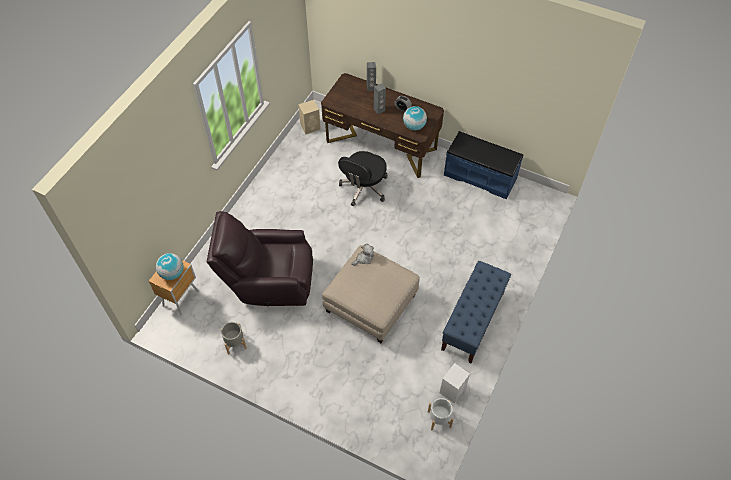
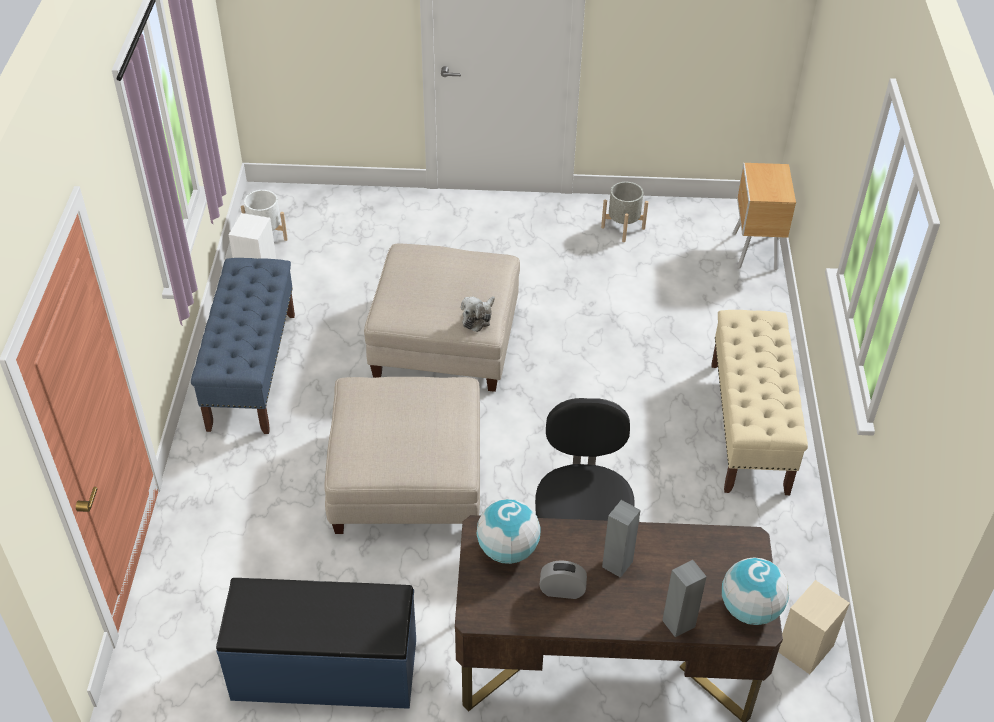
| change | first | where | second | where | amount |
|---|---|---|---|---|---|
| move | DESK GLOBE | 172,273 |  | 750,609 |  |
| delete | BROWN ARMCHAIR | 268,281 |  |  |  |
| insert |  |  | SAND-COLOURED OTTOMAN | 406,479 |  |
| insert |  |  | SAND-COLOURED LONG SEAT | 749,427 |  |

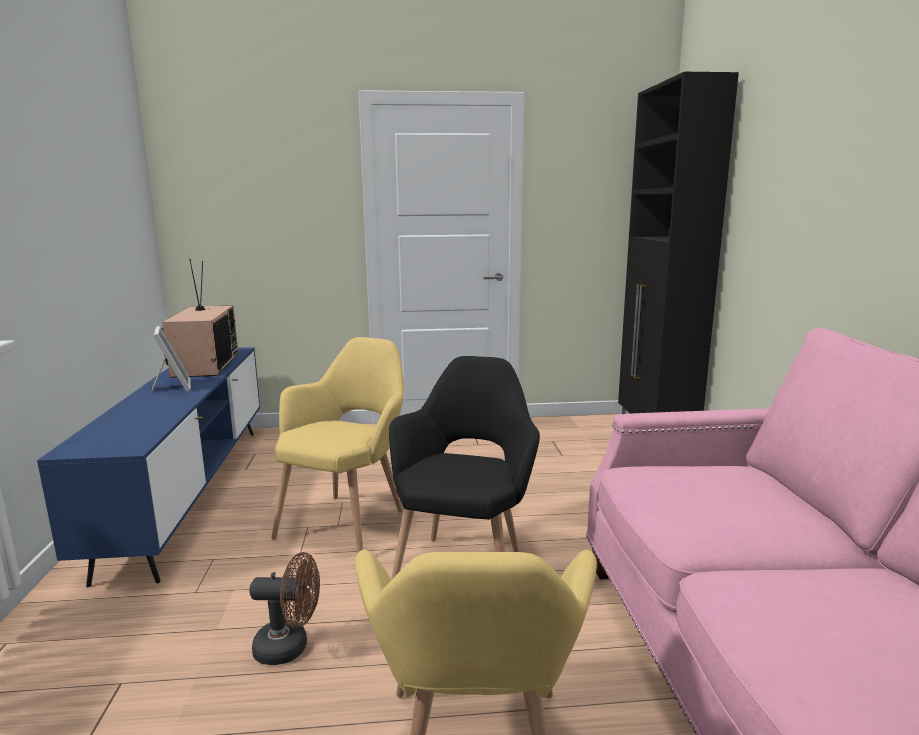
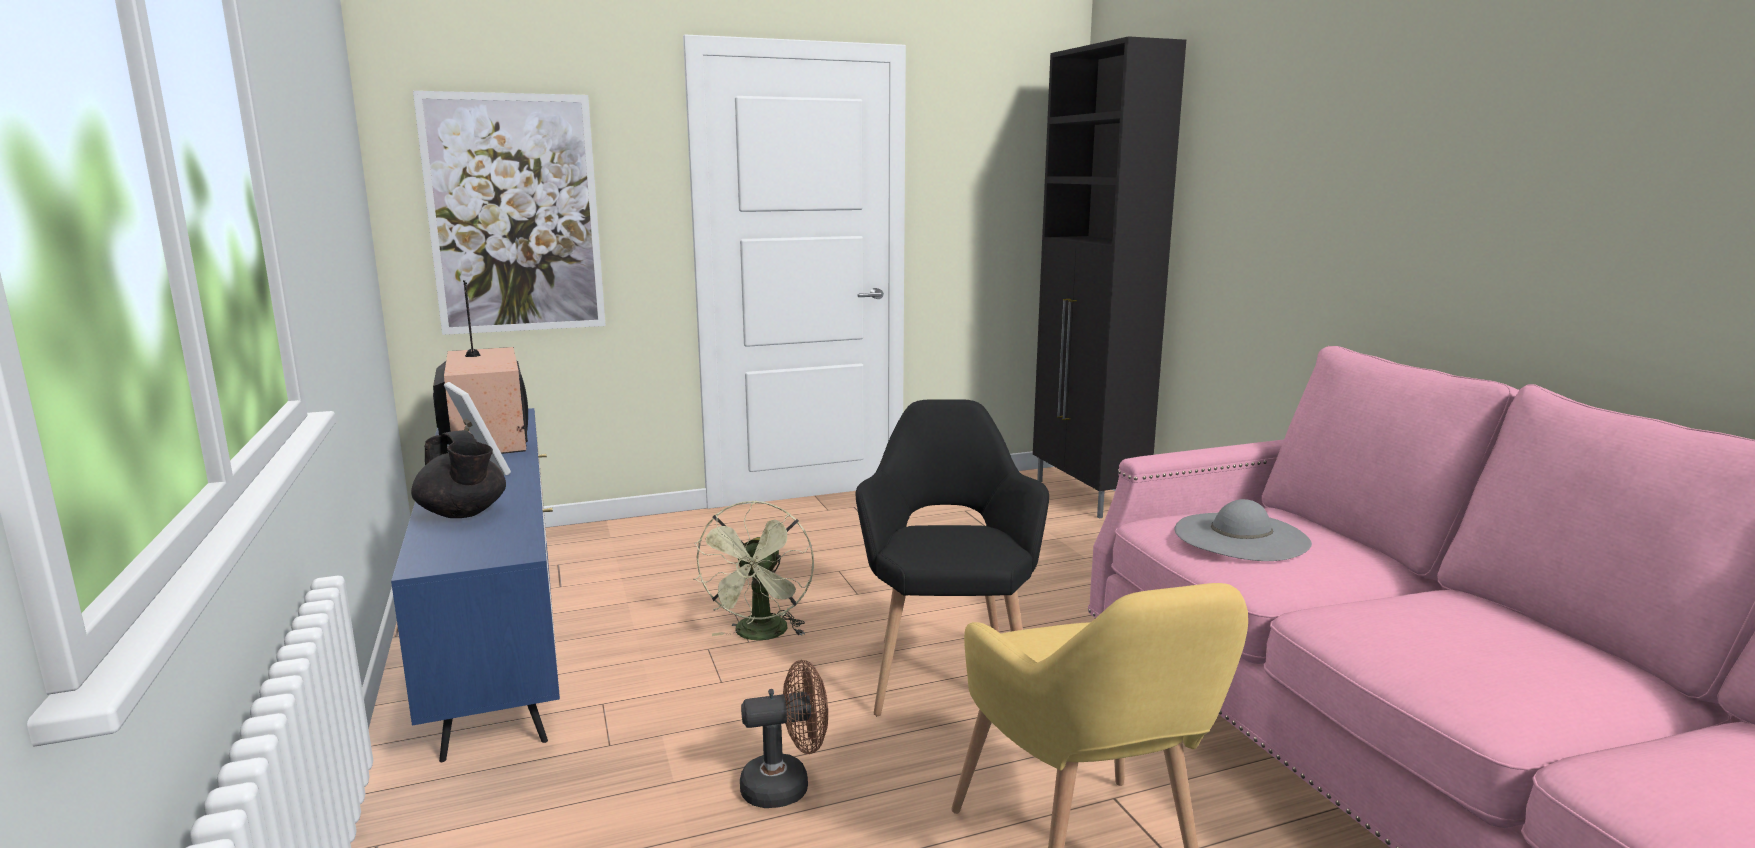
| change | first | where | second | where | amount |
|---|---|---|---|---|---|
| replace | YELLOWISH ARMCHAIR | 349,521 | GREEN-COLOURED ELECTRIC FAN | 760,635 |  |
| insert |  |  | BLACKISH TEAPOT | 463,514 |  |
| insert |  |  | WALL ART | 514,215 |  |
| insert |  |  | GREYISH HAT | 1241,536 |  |

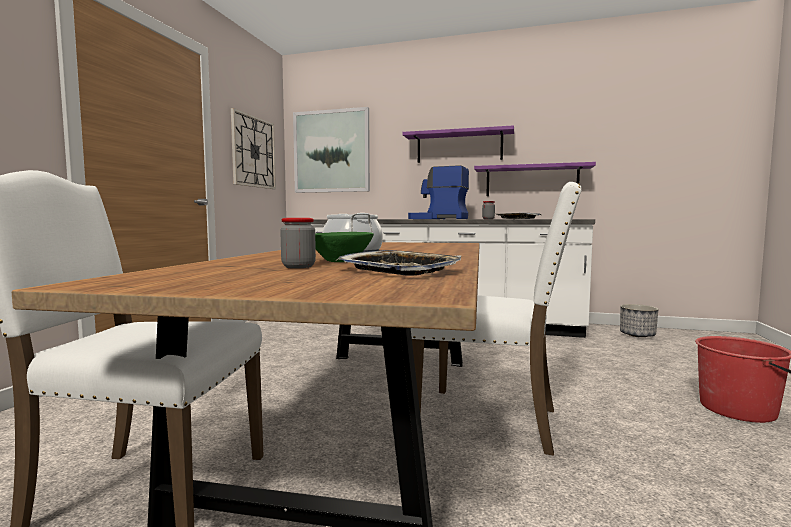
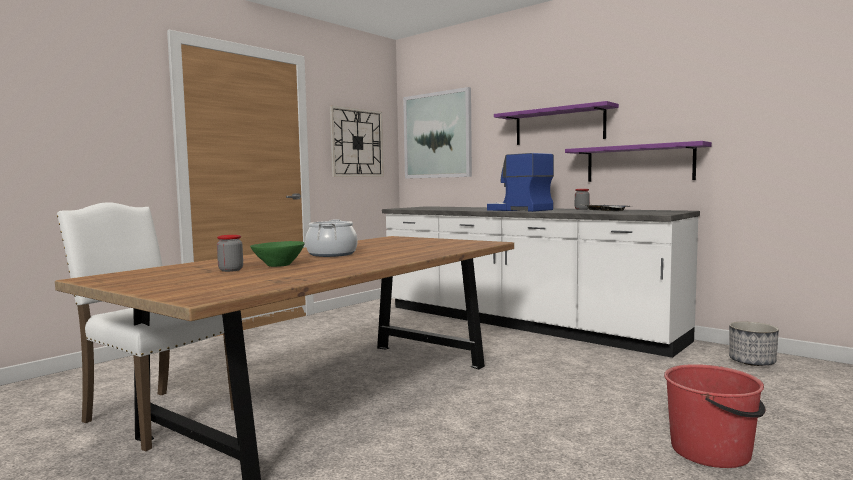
| change | first | where | second | where | amount |
|---|---|---|---|---|---|
| delete | TRAY | 399,270 |  |  |  |
| delete | WHITE-COLOURED PLAIN CHAIR | 491,420 |  |  |  |

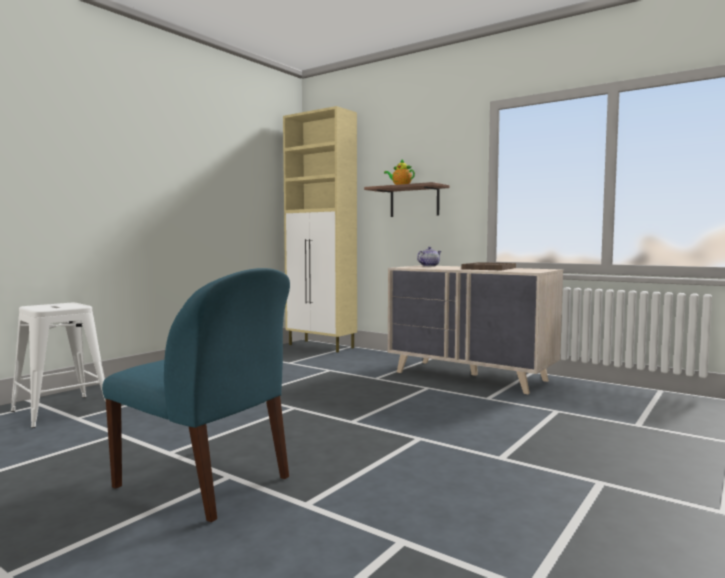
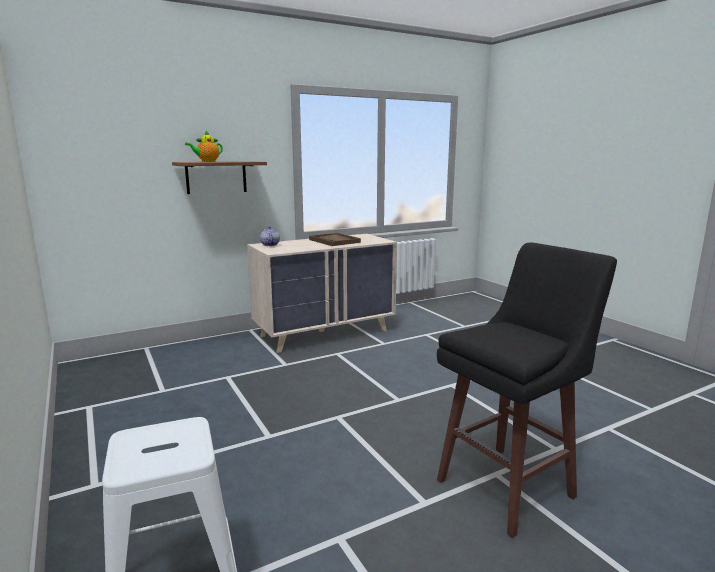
| change | first | where | second | where | amount |
|---|---|---|---|---|---|
| replace | BLUE-COLOURED PLAIN CHAIR | 205,483 | BLACKISH STOOL SEAT | 509,487 |  |
| delete | SAND-COLOURED CUPBOARD | 321,346 |  |  |  |

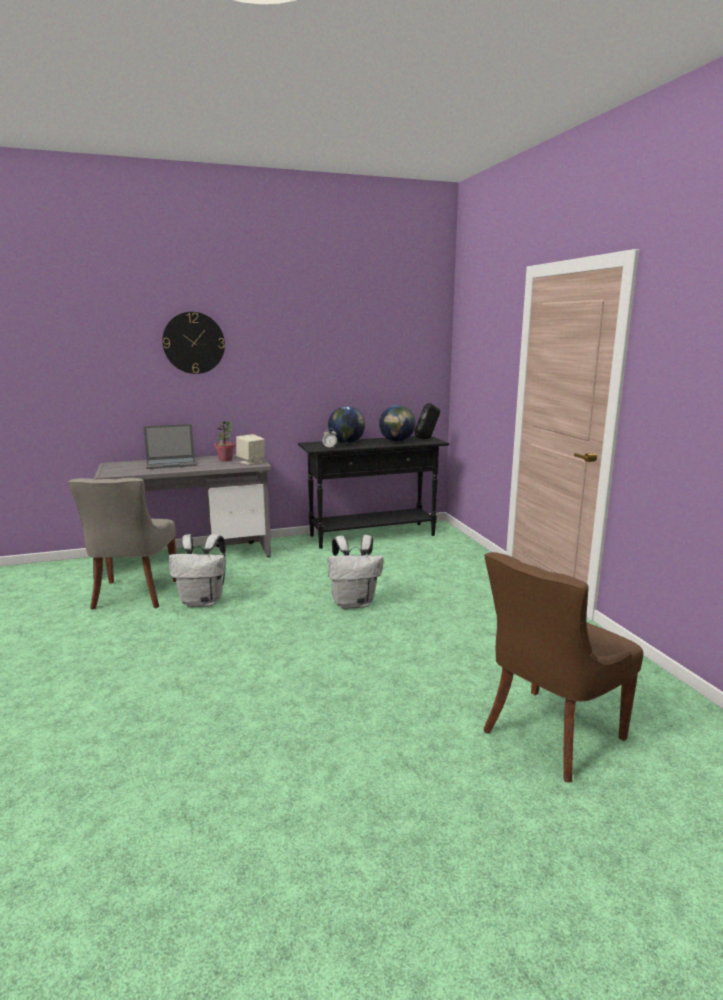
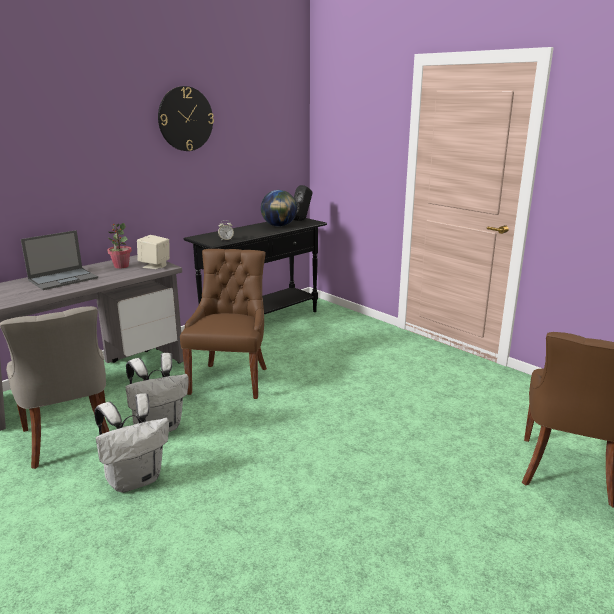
| change | first | where | second | where | amount |
|---|---|---|---|---|---|
| move | HANGING CLOCK | 194,343 |  | 185,119 |  |
| delete | DESK GLOBE | 347,443 |  |  |  |
| move | WHITE-COLOURED KNAPSACK | 354,603 |  | 136,479 |  |
| insert |  |  | BROWN PLAIN CHAIR | 231,380 |  |

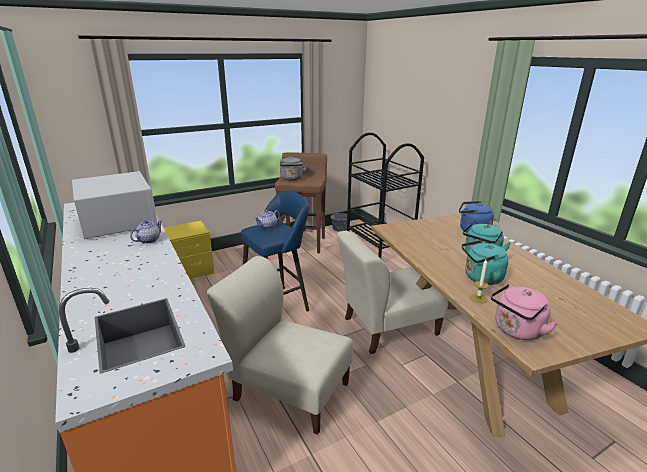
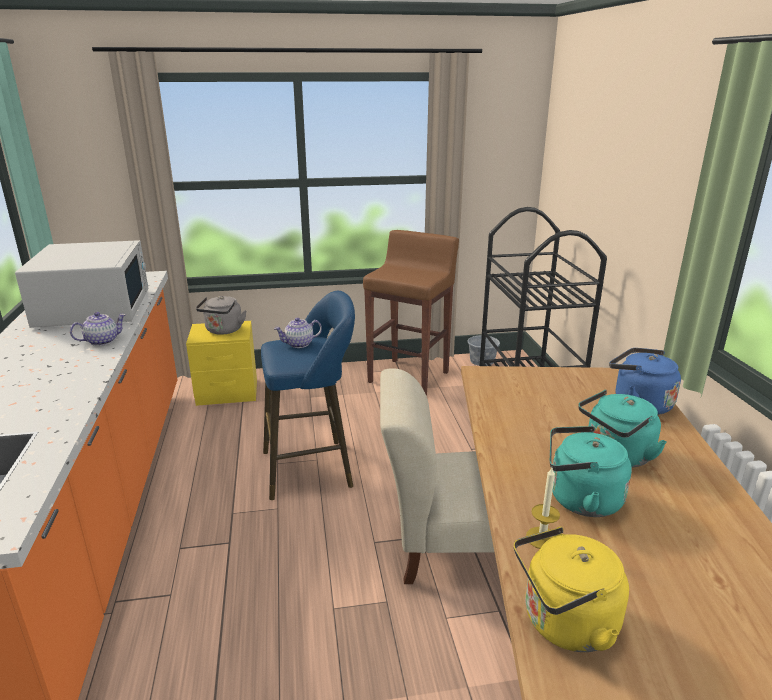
| change | first | where | second | where | amount |
|---|---|---|---|---|---|
| delete | SAND-COLOURED PLAIN CHAIR | 287,389 |  |  |  |
| move | GREYISH KETTLE | 292,179 |  | 223,331 |  |
| recolor | PINK KETTLE | 516,331 | YELLOWISH KETTLE | 564,624 |  |

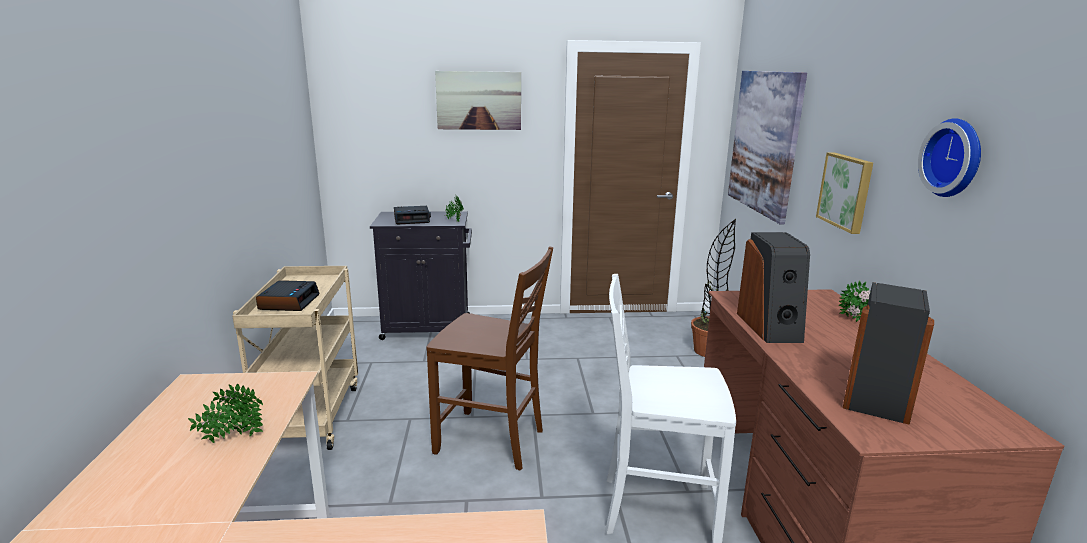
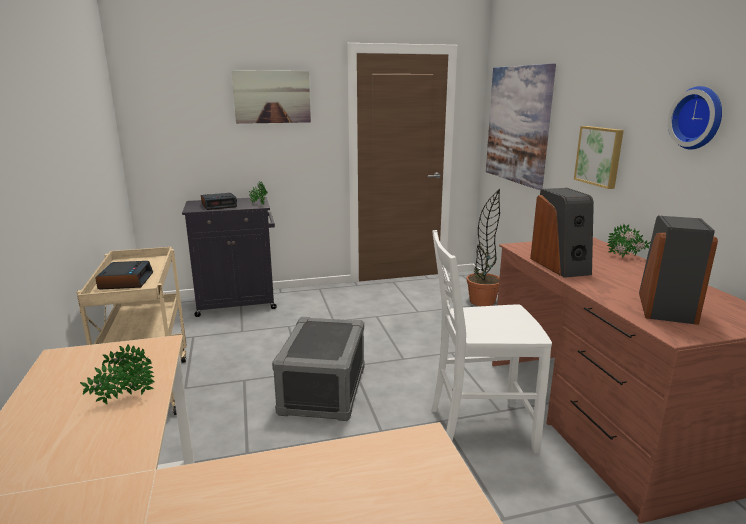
| change | first | where | second | where | amount |
|---|---|---|---|---|---|
| replace | BROWN PLAIN CHAIR | 492,441 | GREYISH STORAGE BOX | 324,390 |  |

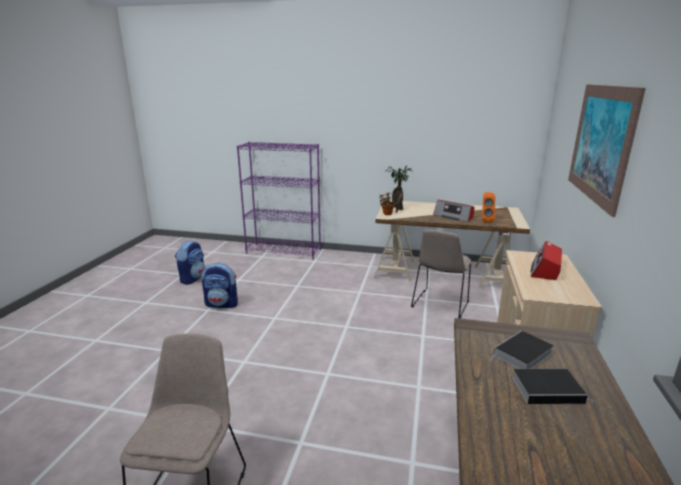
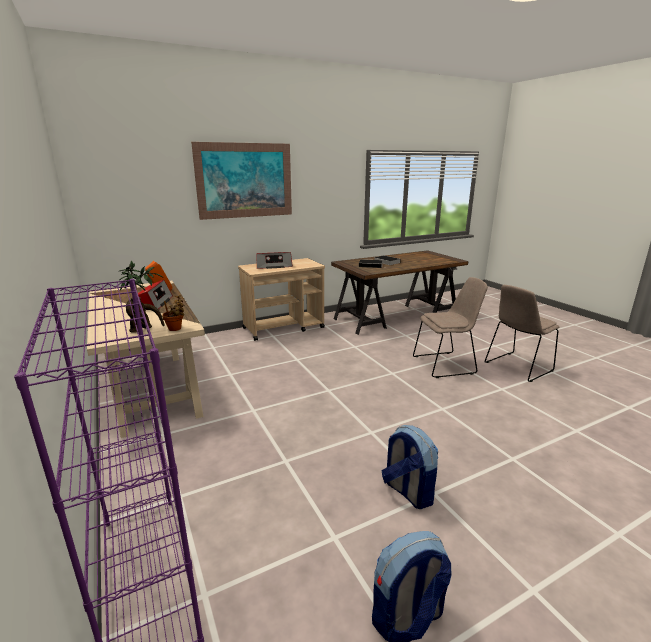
| change | first | where | second | where | amount |
|---|---|---|---|---|---|
| move | SAND-COLOURED PLAIN CHAIR | 440,305 |  | 445,364 |  |

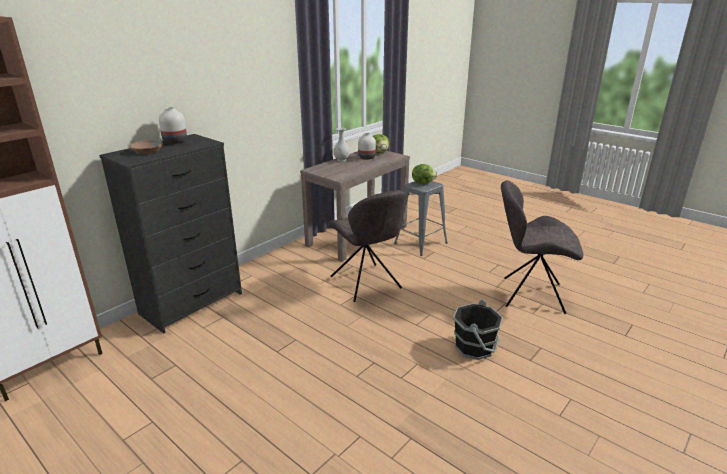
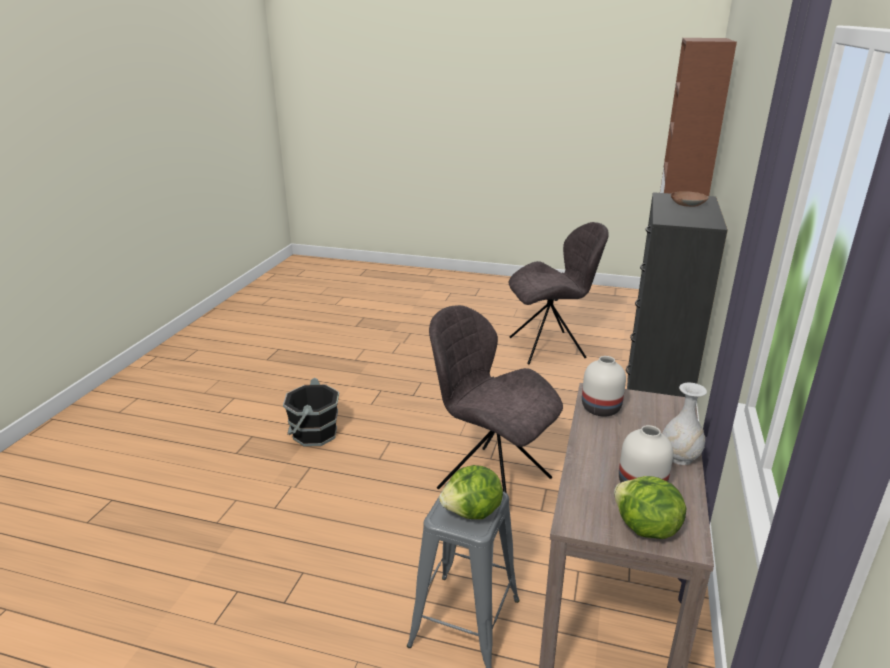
| change | first | where | second | where | amount |
|---|---|---|---|---|---|
| move | WHITE-COLOURED DECORATIVE VASE | 176,141 |  | 599,408 |  |
| move | GREYISH PLAIN CHAIR | 530,294 |  | 550,347 |  |

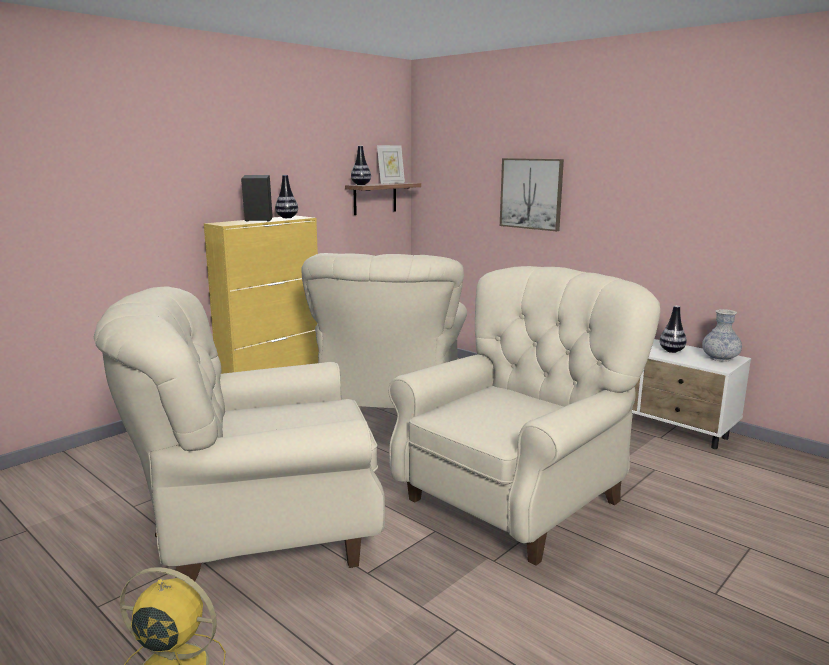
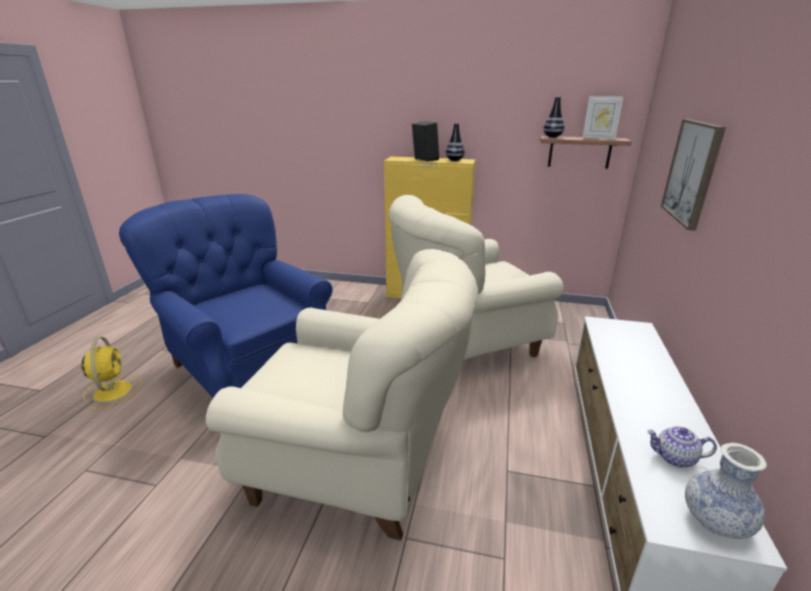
| change | first | where | second | where | amount |
|---|---|---|---|---|---|
| recolor | SAND-COLOURED ARMCHAIR | 258,531 | BLUE-COLOURED ARMCHAIR | 246,362 |  |
| replace | DECORATIVE VASE | 671,351 | TEAPOT | 674,458 |  |

